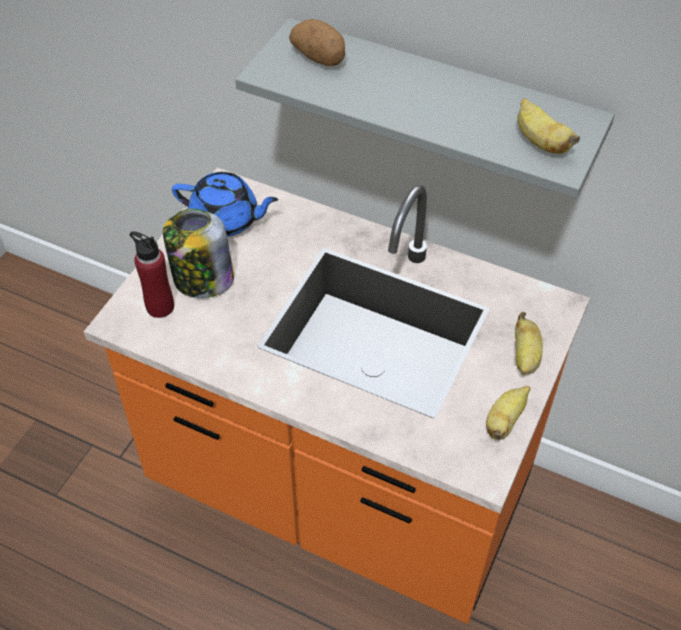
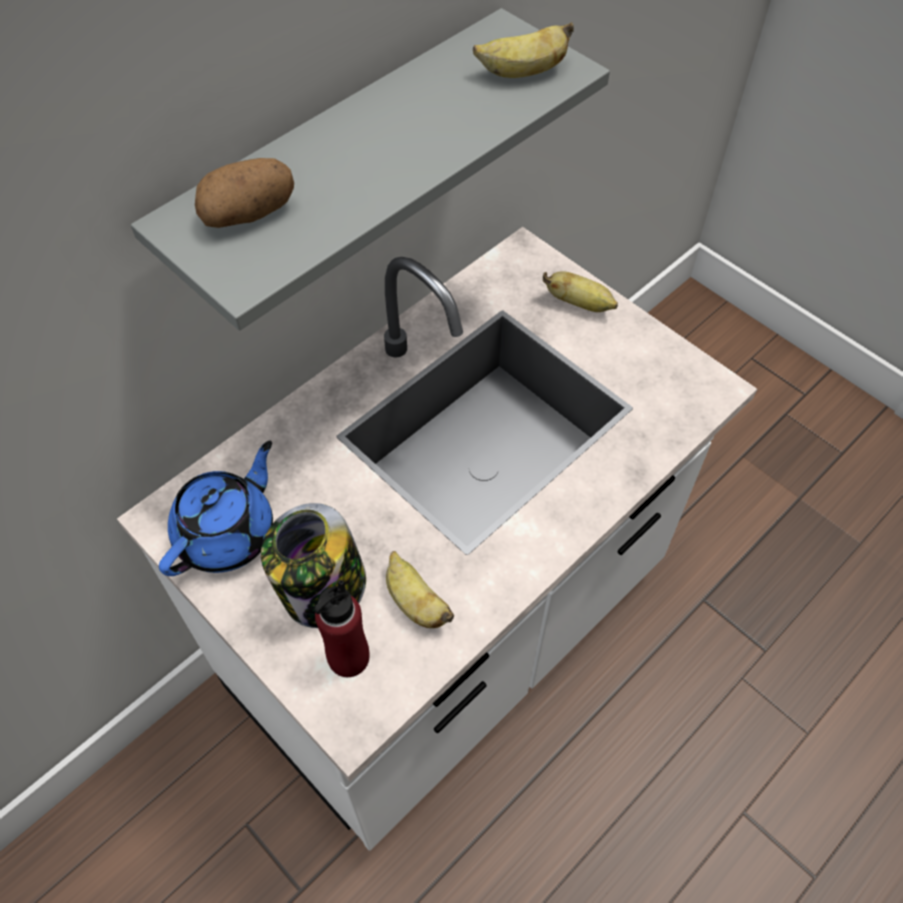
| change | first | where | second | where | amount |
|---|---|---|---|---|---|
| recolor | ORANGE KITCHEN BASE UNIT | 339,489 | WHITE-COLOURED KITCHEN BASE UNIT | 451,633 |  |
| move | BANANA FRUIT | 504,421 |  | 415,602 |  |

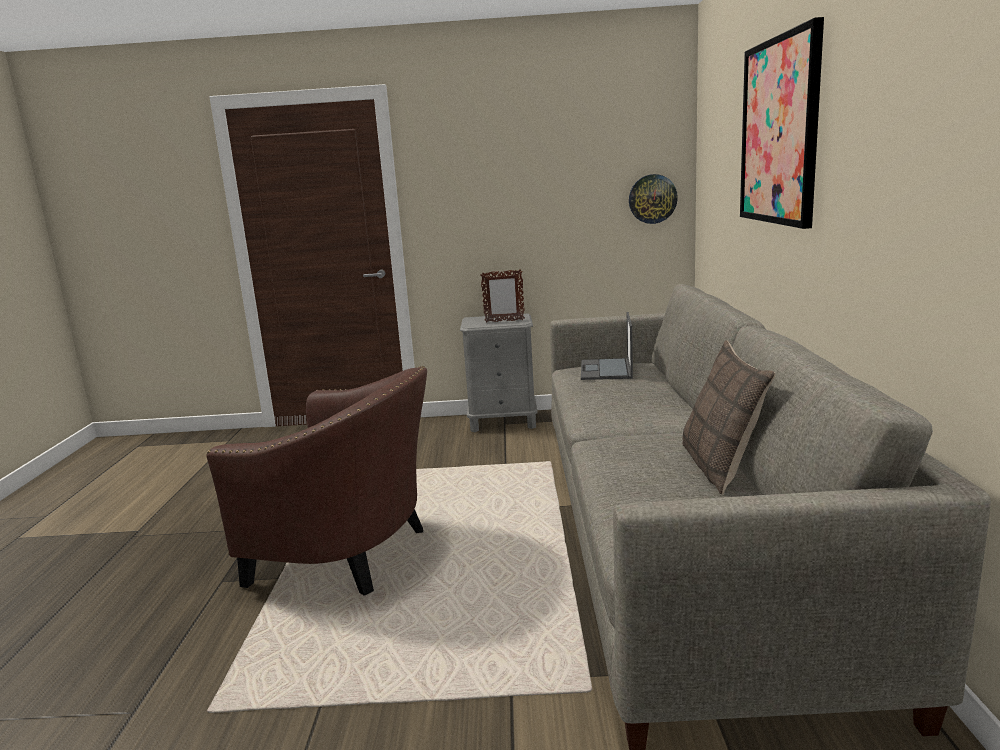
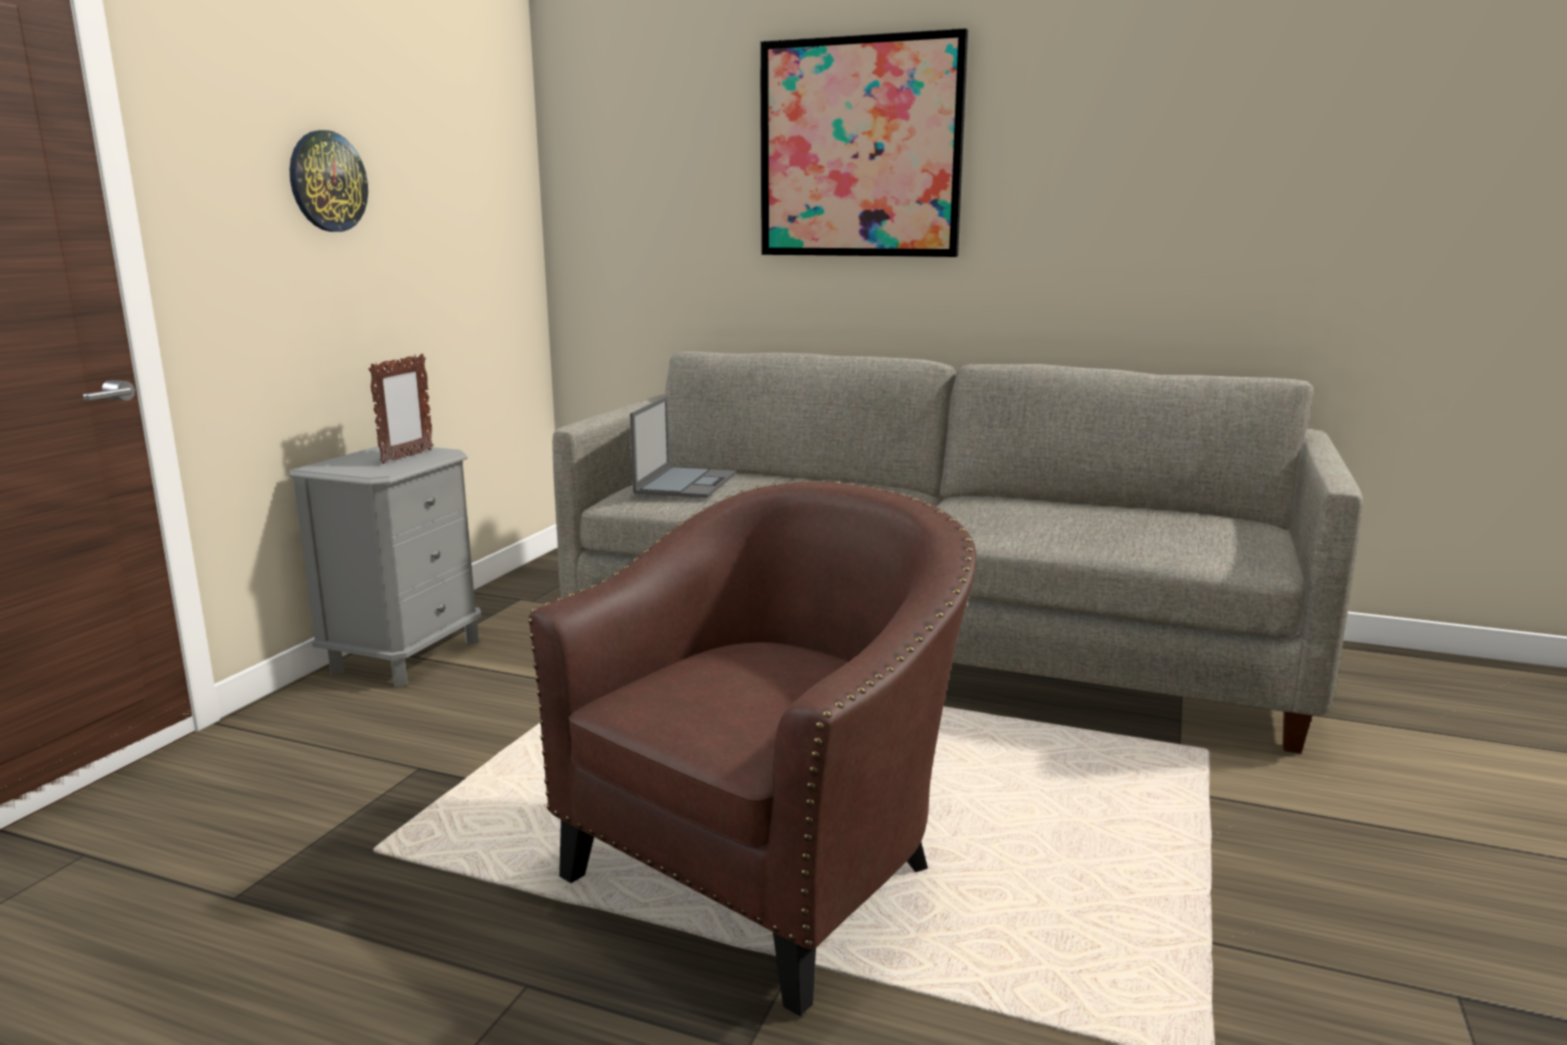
| change | first | where | second | where | amount |
|---|---|---|---|---|---|
| rotate | PORTABLE COMPUTER | 606,370 |  | 686,483 | 105 degrees counterclockwise |
| move | HANGING CLOCK | 652,199 |  | 327,181 |  |
| delete | CUSHION | 721,467 |  |  |  |

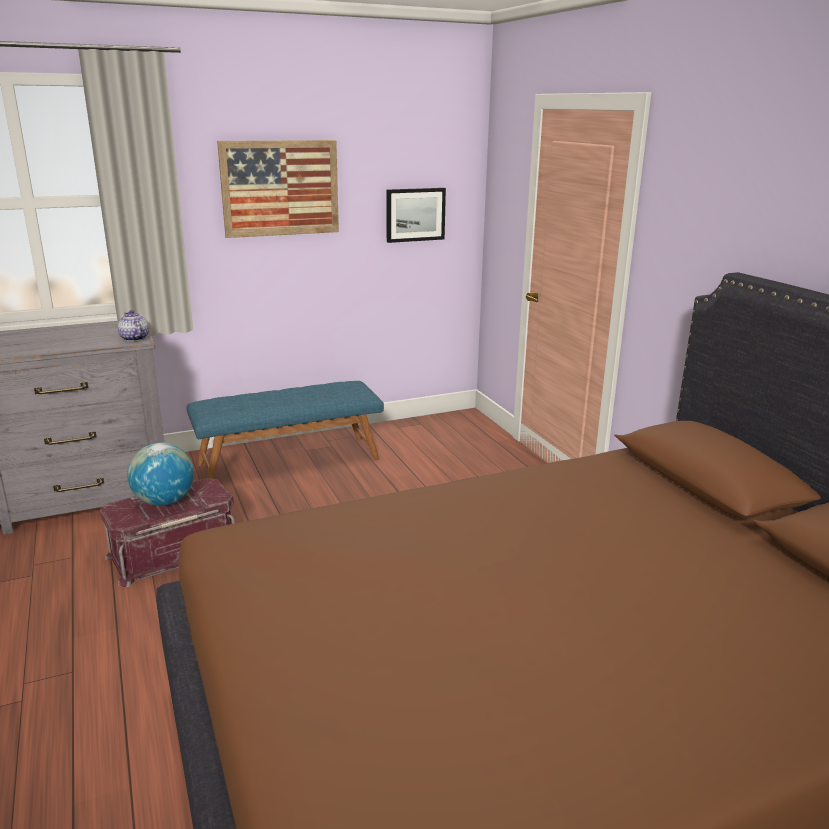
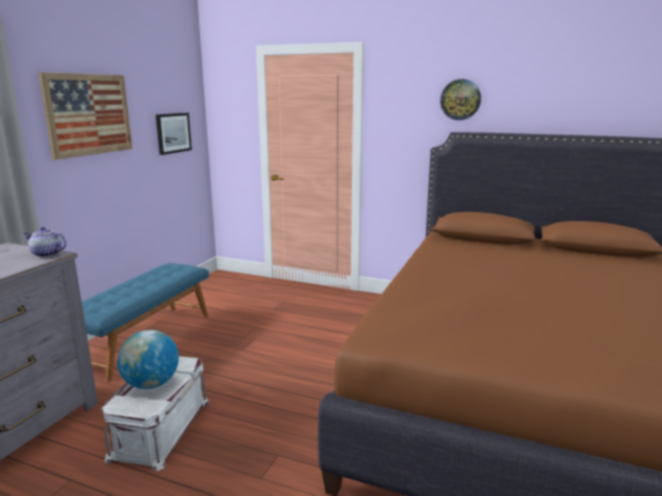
| change | first | where | second | where | amount |
|---|---|---|---|---|---|
| recolor | RED-COLOURED STORAGE BOX | 173,552 | WHITE-COLOURED STORAGE BOX | 160,428 |  |
| insert |  |  | HANGING CLOCK | 460,99 |  |

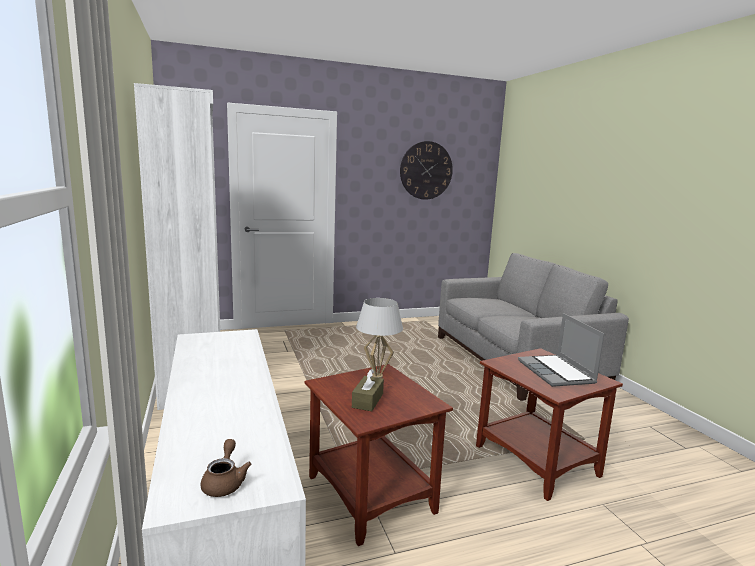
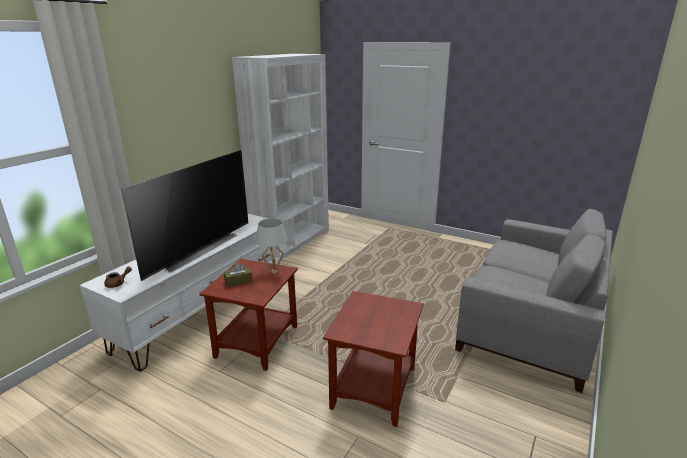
| change | first | where | second | where | amount |
|---|---|---|---|---|---|
| delete | HANGING CLOCK | 426,170 |  |  |  |
| delete | PORTABLE COMPUTER | 557,372 |  |  |  |
| insert |  |  | TELEVISION | 197,250 |  |

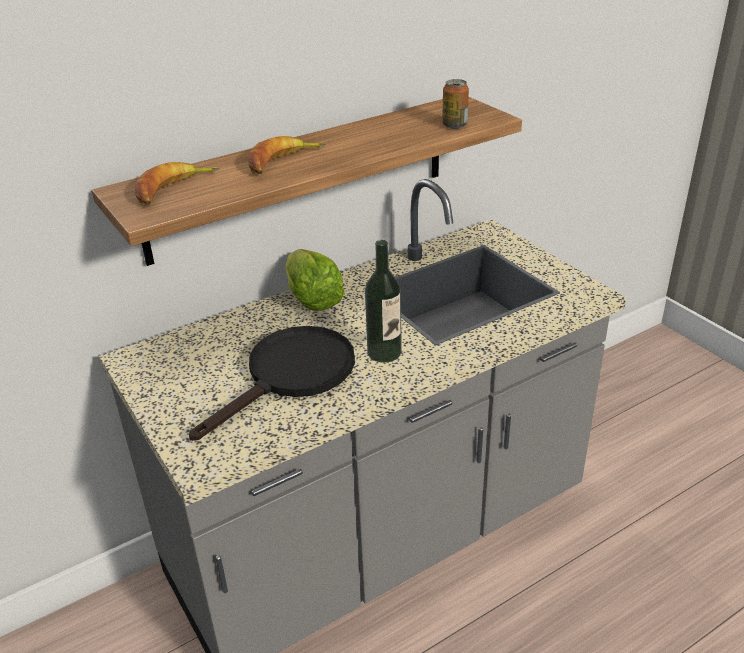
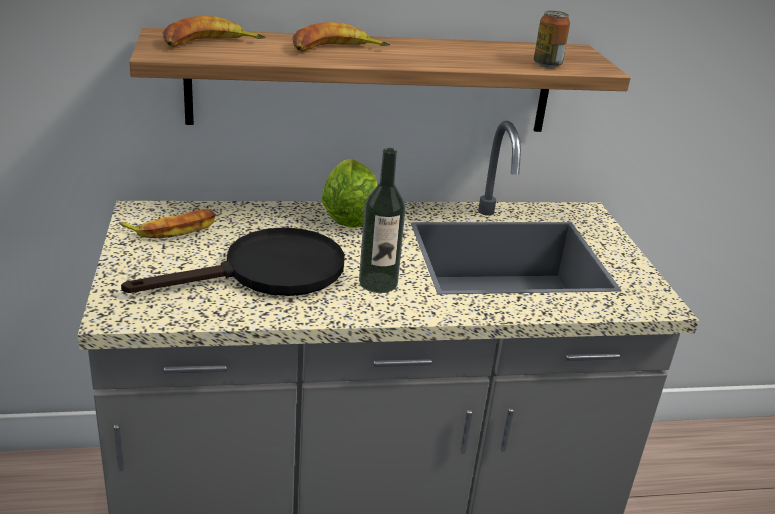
| change | first | where | second | where | amount |
|---|---|---|---|---|---|
| insert |  |  | BANANA FRUIT | 172,229 |  |

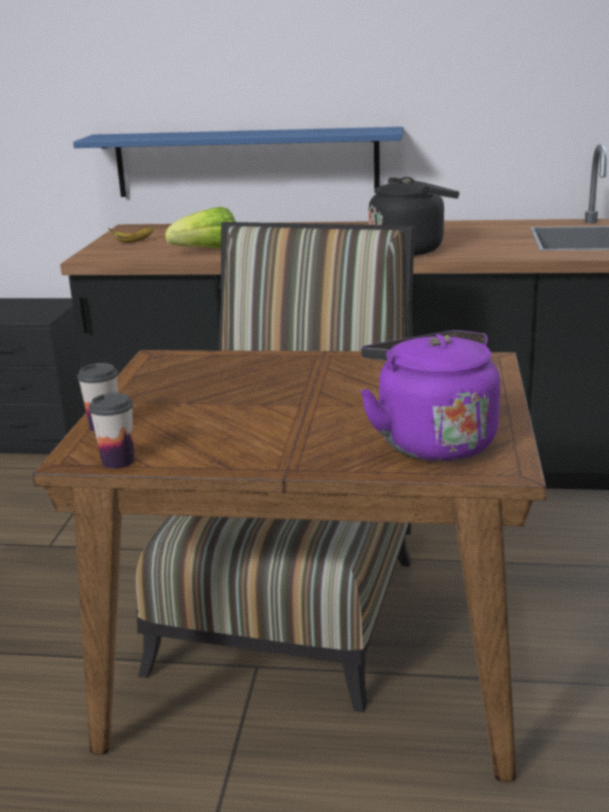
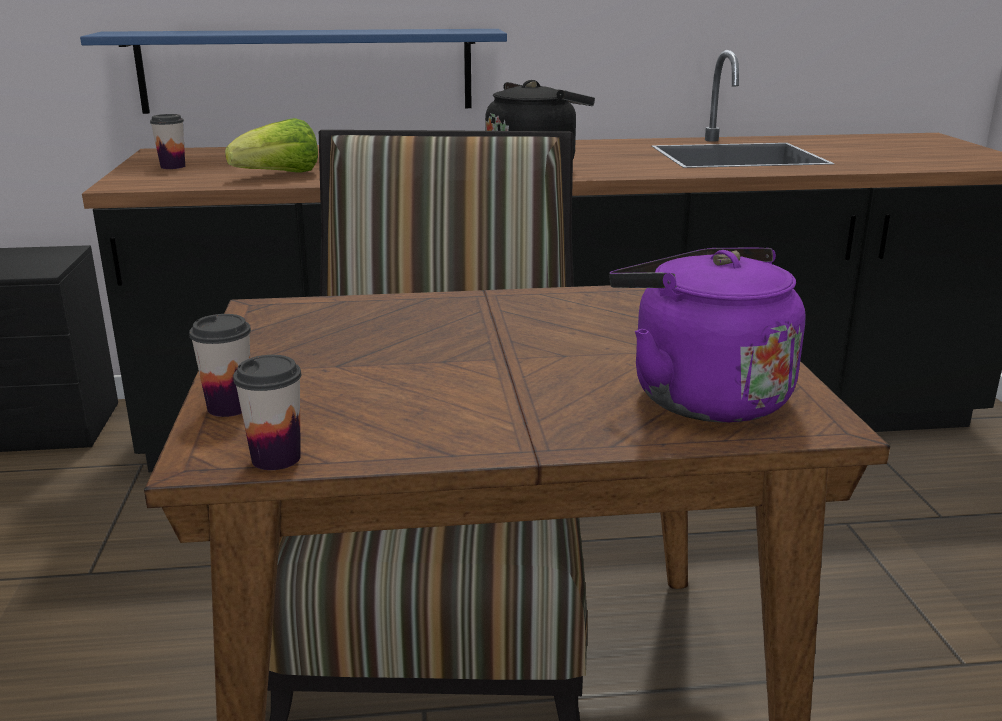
| change | first | where | second | where | amount |
|---|---|---|---|---|---|
| replace | BANANA FRUIT | 133,241 | SMALL CUP | 173,166 |  |

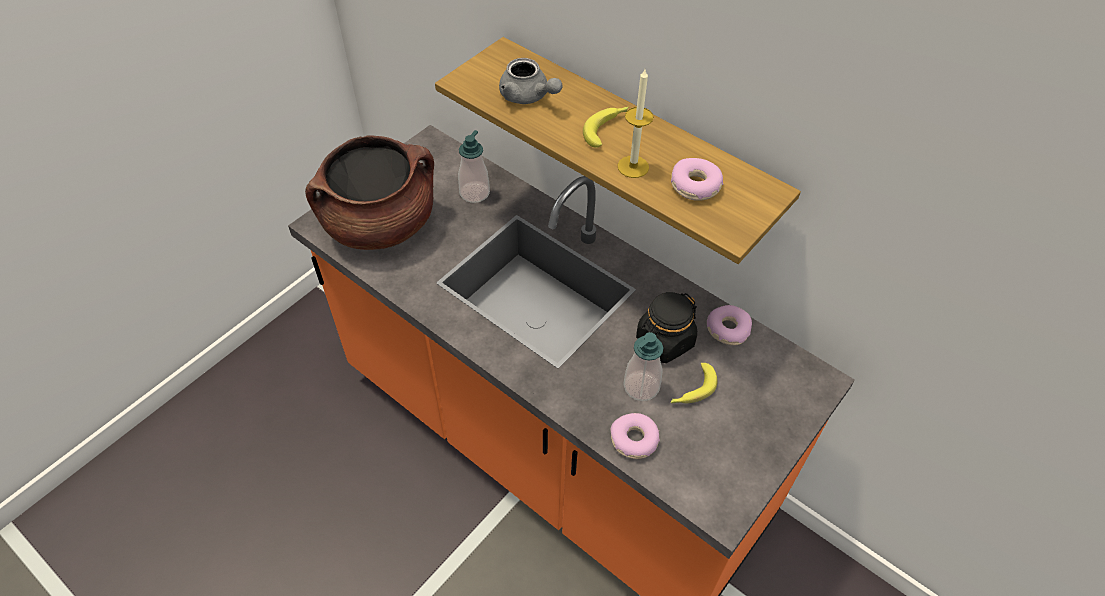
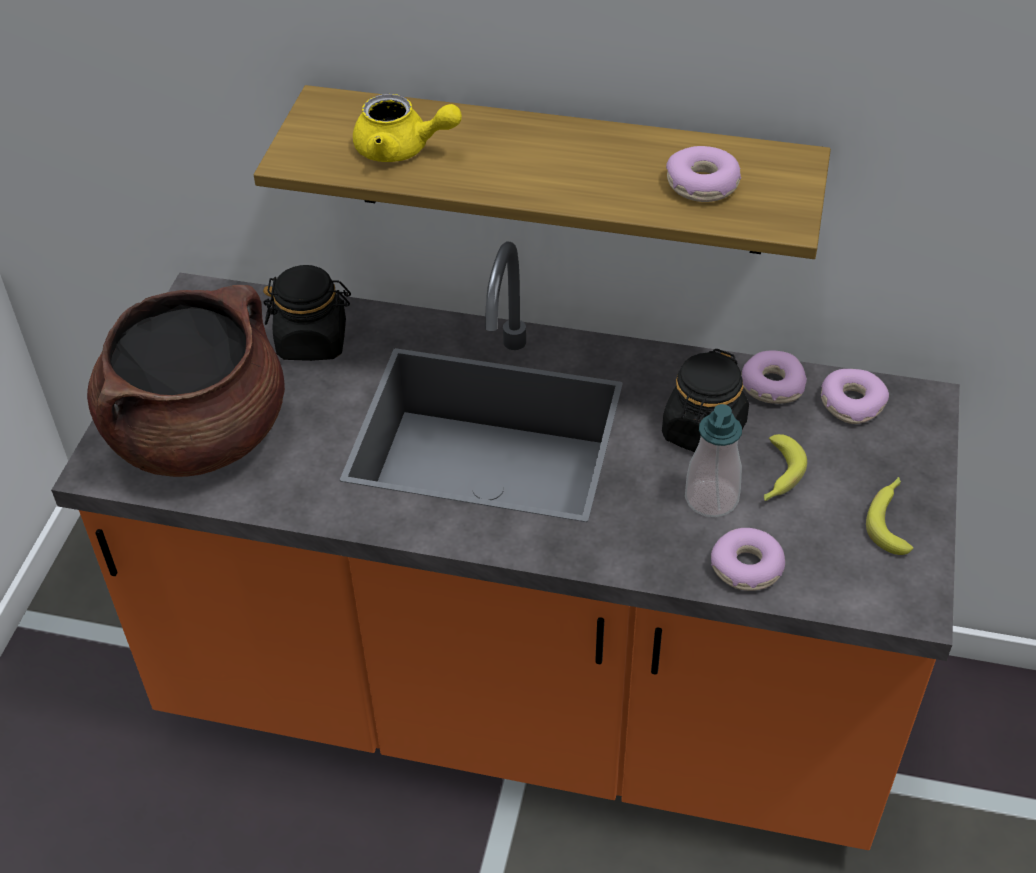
| change | first | where | second | where | amount |
|---|---|---|---|---|---|
| replace | LIQUID SOAP BOTTLE | 474,193 | BLACKISH PRESERVE JAR | 313,341 |  |
| recolor | GREYISH TEAPOT | 528,96 | YELLOWISH TEAPOT | 402,149 |  |
| move | BANANA FRUIT | 607,129 |  | 891,519 |  |
| delete | CANDLE | 633,167 |  |  |  |
| insert |  |  | DOUGHNUT | 851,403 |  |

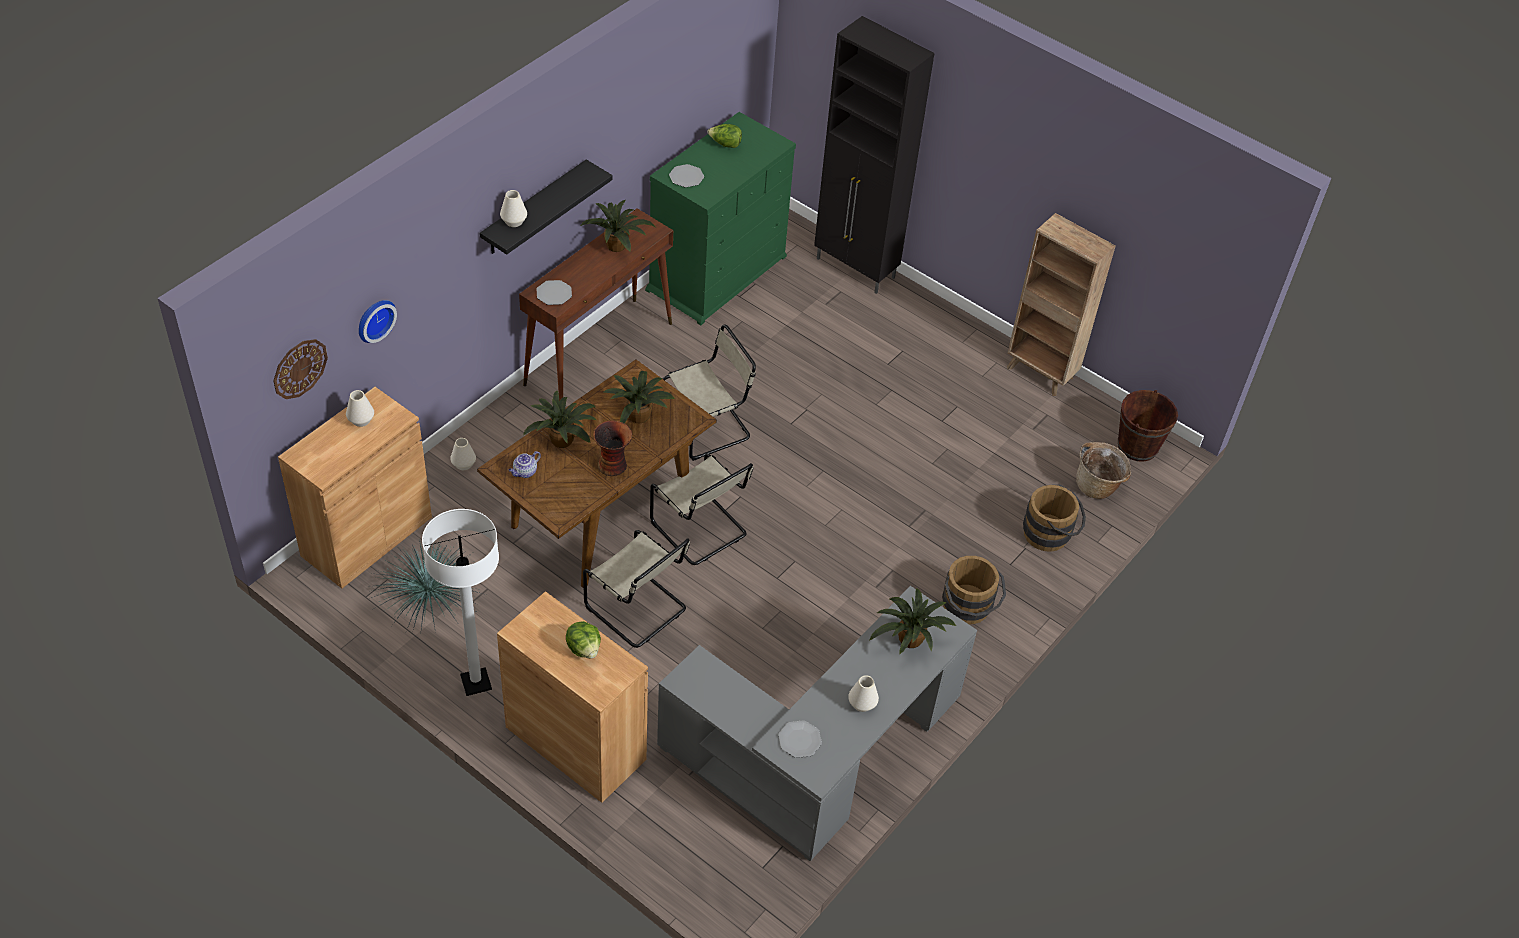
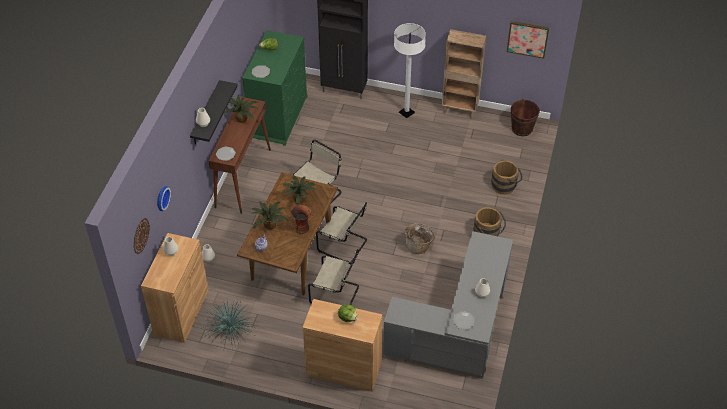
| change | first | where | second | where | amount |
|---|---|---|---|---|---|
| move | WHITE-COLOURED STANDARD LAMP | 476,682 |  | 406,112 |  |
| delete | HOUSEPLANT | 909,640 |  |  |  |
| move | BASKET | 1098,485 |  | 418,246 |  |
| insert |  |  | WALL ART | 527,39 |  |

